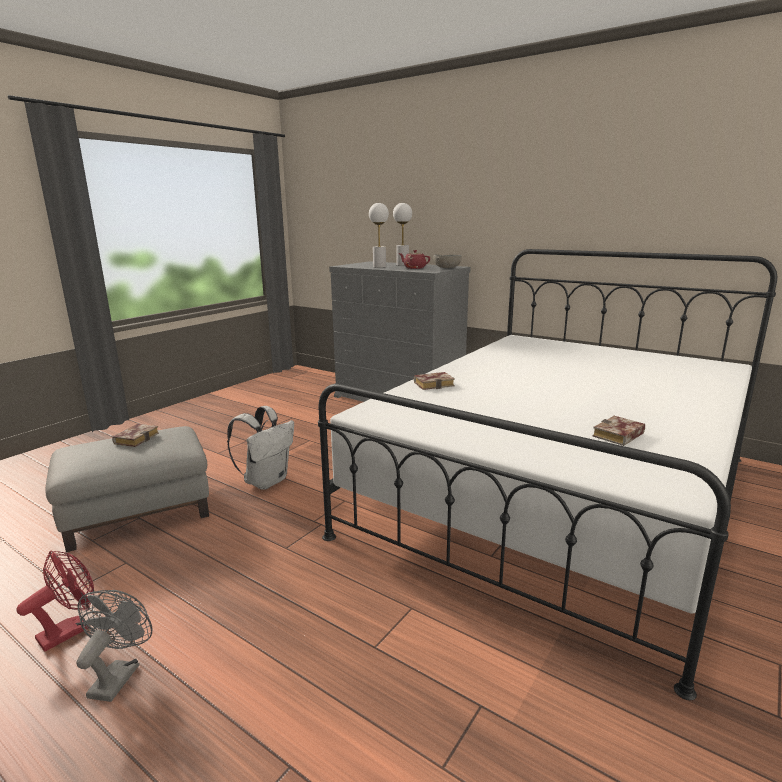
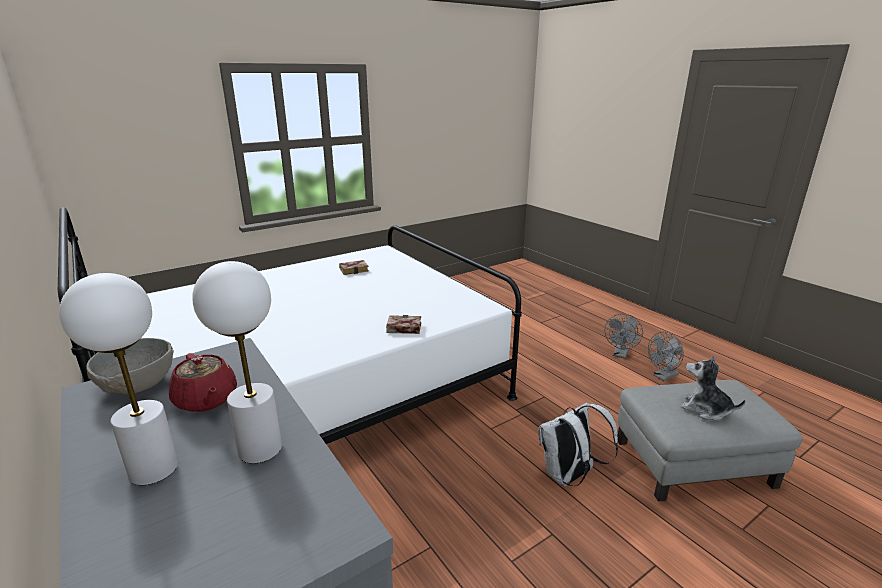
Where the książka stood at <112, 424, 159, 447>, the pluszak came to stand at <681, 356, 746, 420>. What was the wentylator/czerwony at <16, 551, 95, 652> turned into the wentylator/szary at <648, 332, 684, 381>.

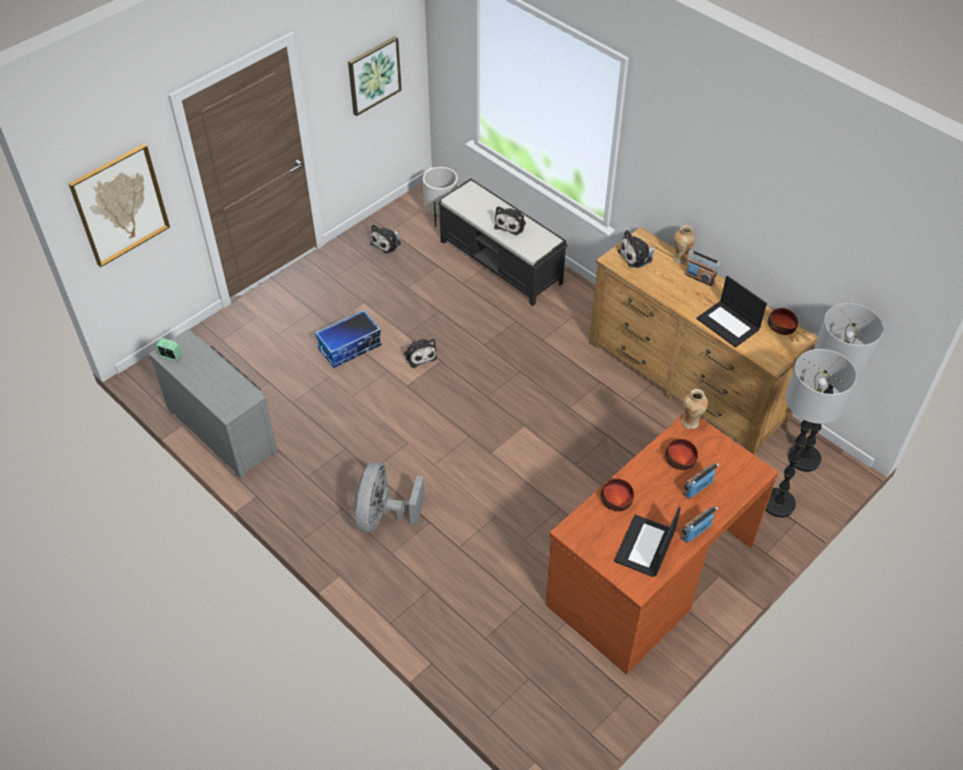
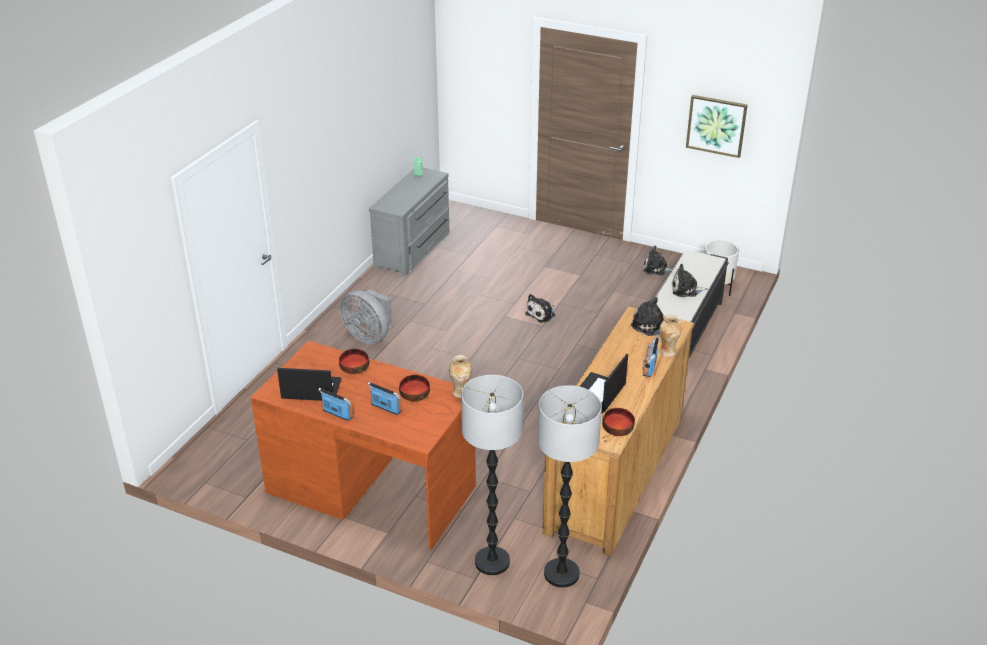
The second view lost the obraz at <68, 144, 170, 267>. The second view lost the pojemnik do przechowywania at <315, 310, 382, 368>. The wentylator/szary at <354, 462, 425, 533> ended up facing another way, 135 degrees counterclockwise from before.

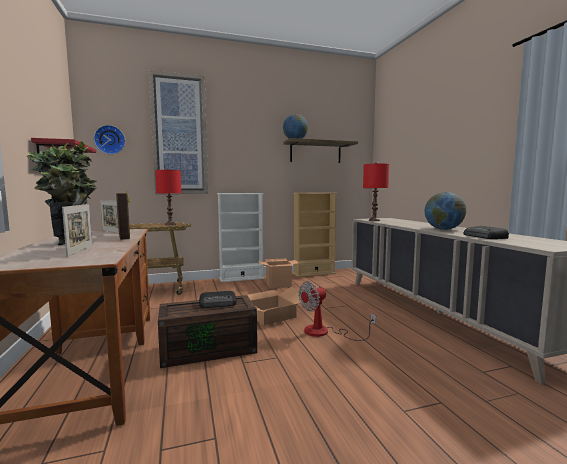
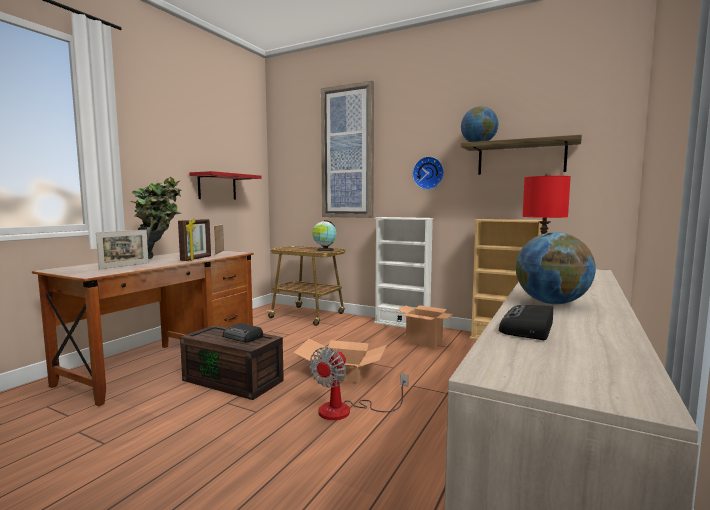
The zegar ścienny ended up elsewhere, having gone from <94, 125, 125, 154> to <412, 156, 444, 190>. Where the lampa stołowa/czerwony stood at <155, 168, 181, 225>, the globus came to stand at <312, 220, 337, 251>. The wentylator at <299, 281, 376, 341> ended up facing another way, 75 degrees counterclockwise from before.

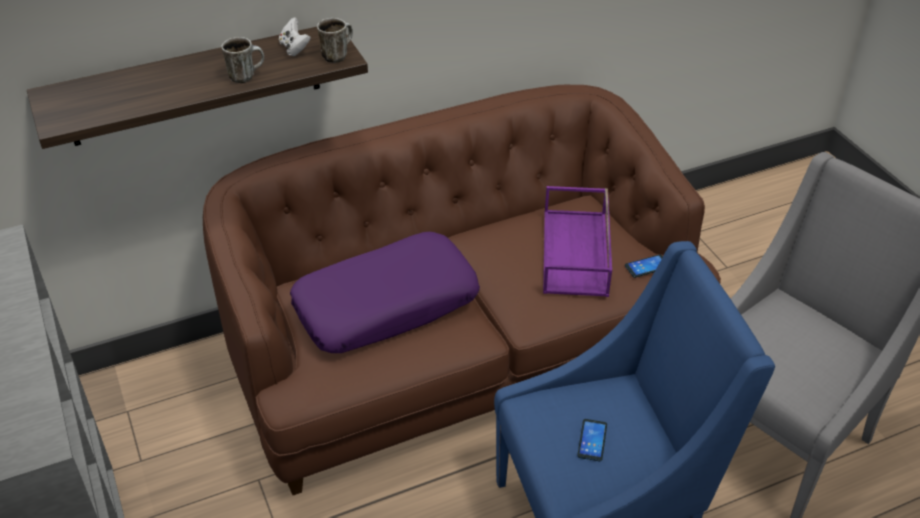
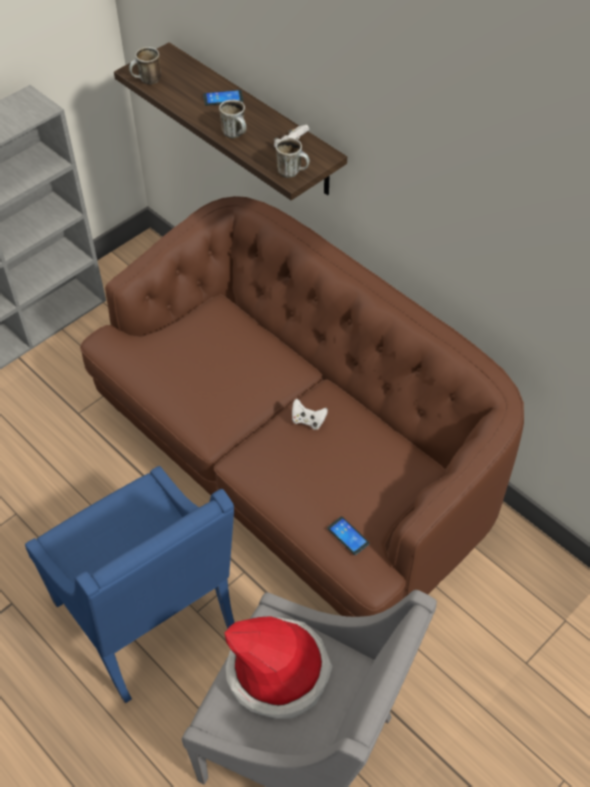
The second view lost the taca/fioletowy at <543, 186, 612, 297>. The second view lost the poduszka/fioletowy at <290, 232, 480, 353>. The telefon ended up elsewhere, having gone from <577, 419, 607, 461> to <203, 90, 243, 106>. The second view gained the kubek at <129, 47, 161, 85>. The second view gained the pad do gier/biały at <292, 399, 328, 430>. The second view gained the kapelusz at <225, 616, 332, 719>.

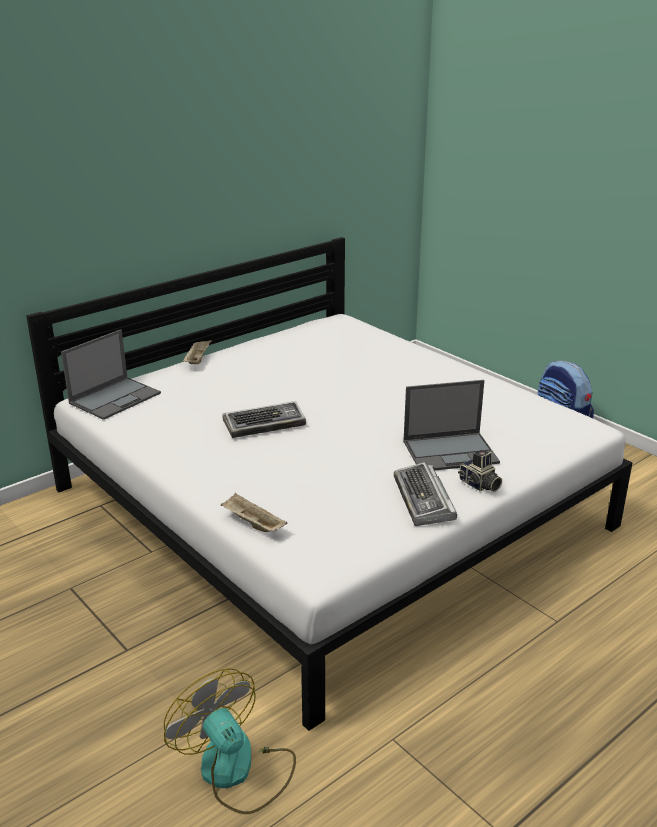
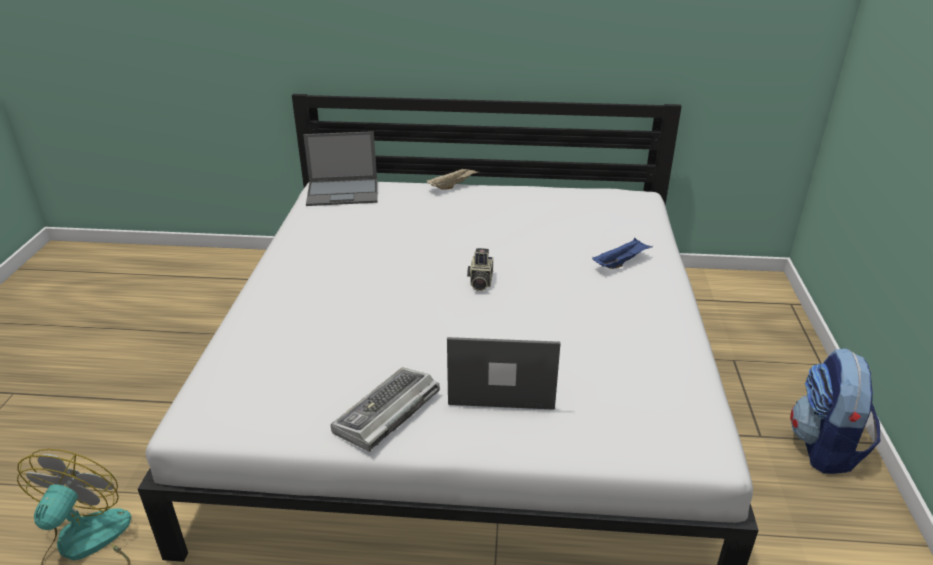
The laptop at <403, 380, 500, 470> ended up facing another way, 150 degrees clockwise from before. The second view lost the klawiatura at <222, 401, 306, 438>. The aparat fotograficzny ended up elsewhere, having gone from <458, 450, 502, 492> to <467, 248, 493, 291>. The second view lost the taca/beżowy at <221, 493, 287, 532>. The second view gained the taca/niebieski at <592, 238, 653, 269>.

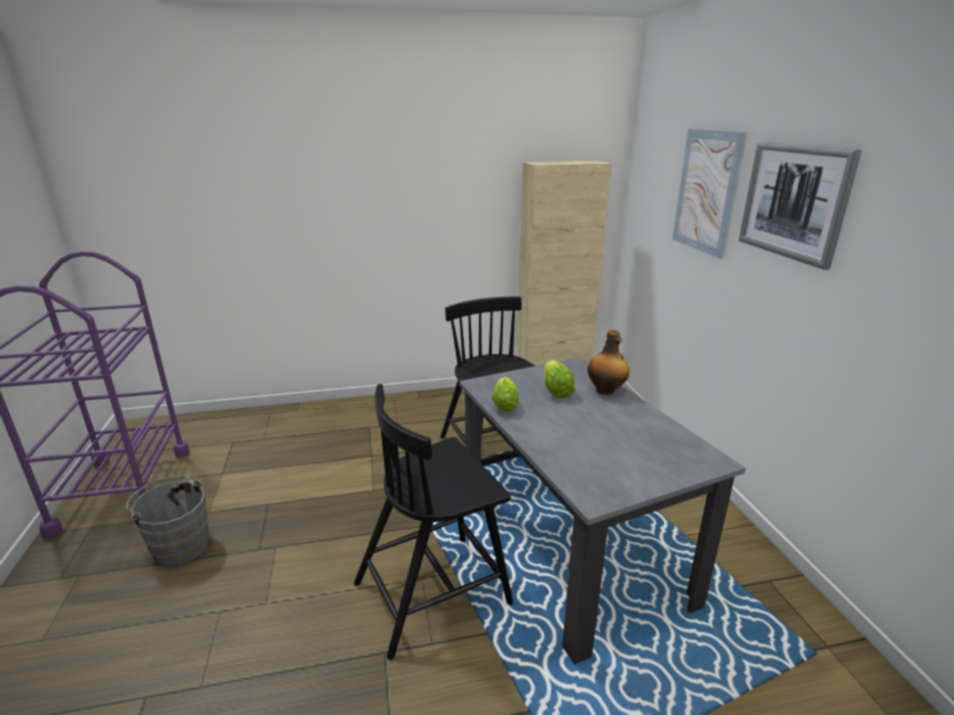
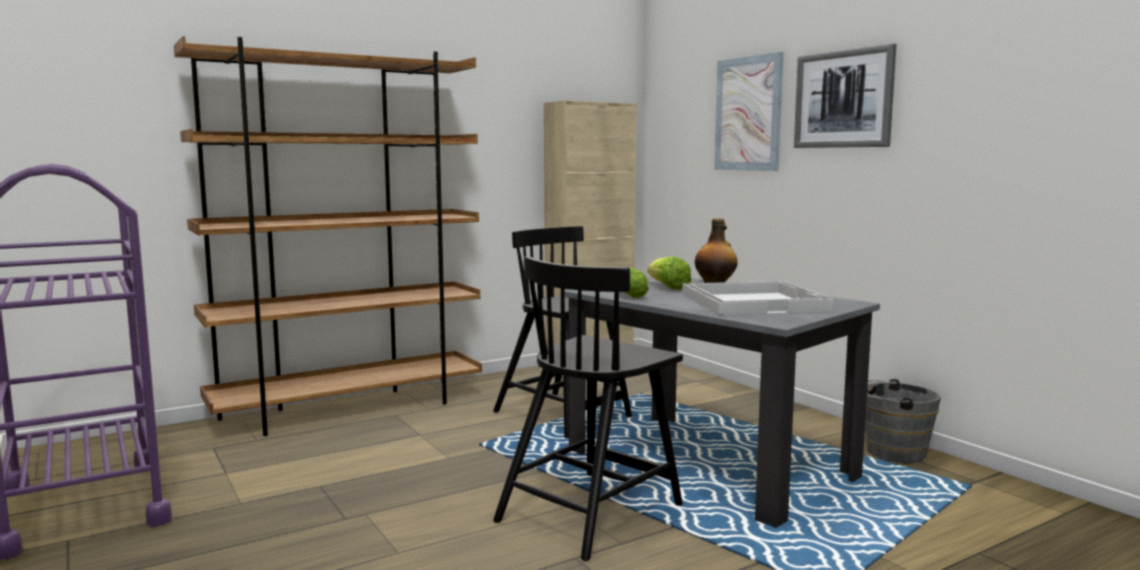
The wiadro/szary ended up elsewhere, having gone from <126, 476, 209, 567> to <865, 379, 941, 463>. The second view gained the regał/brązowy at <174, 36, 482, 436>. The second view gained the taca/biały at <682, 281, 834, 315>.

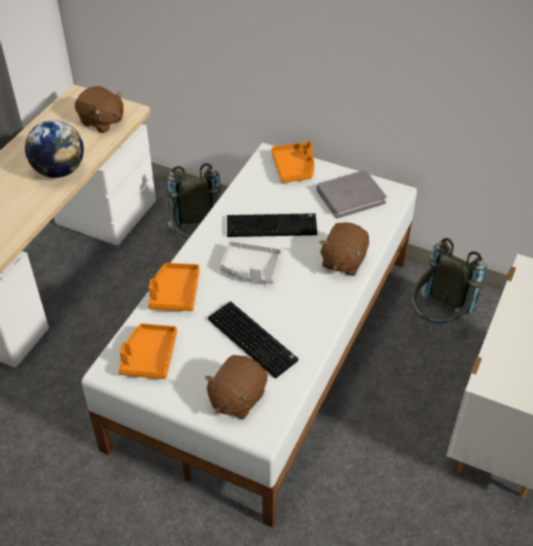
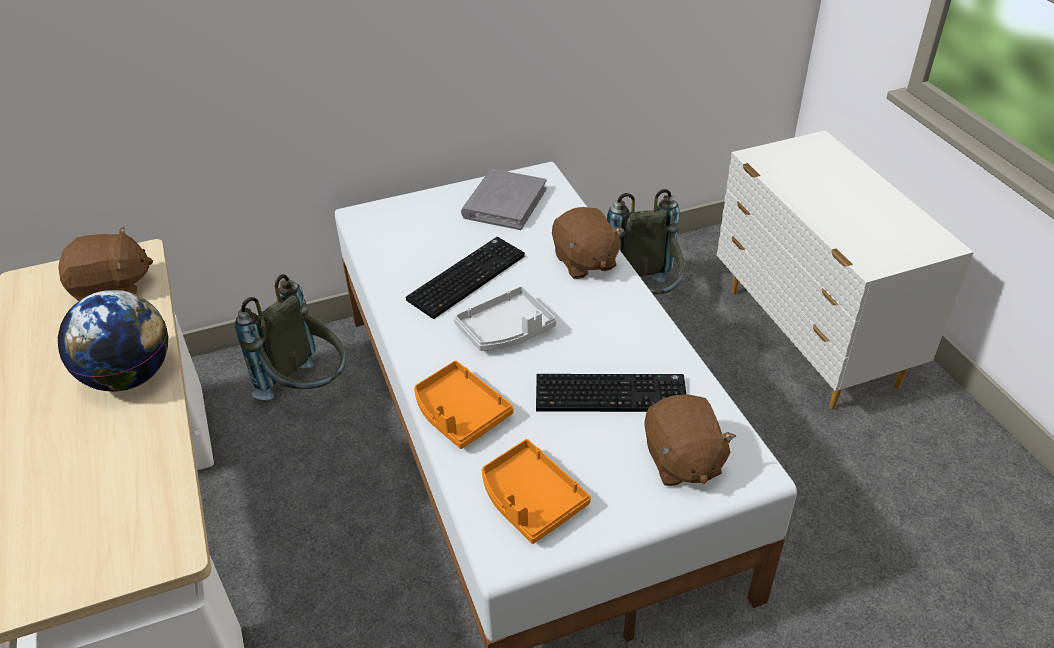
The second view lost the taca/pomarańczowy at <271, 141, 314, 183>.

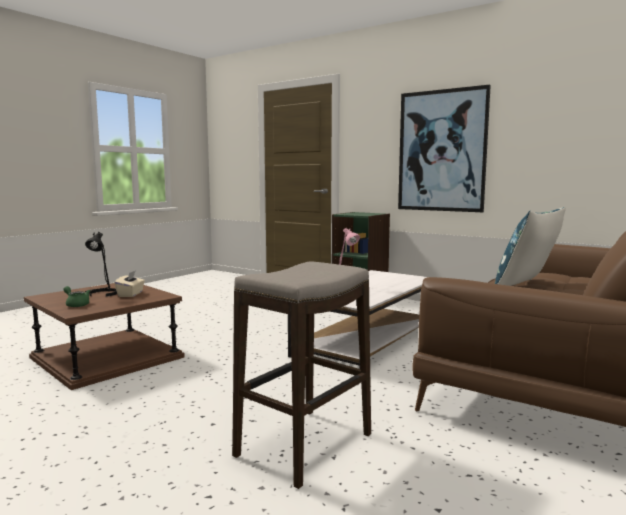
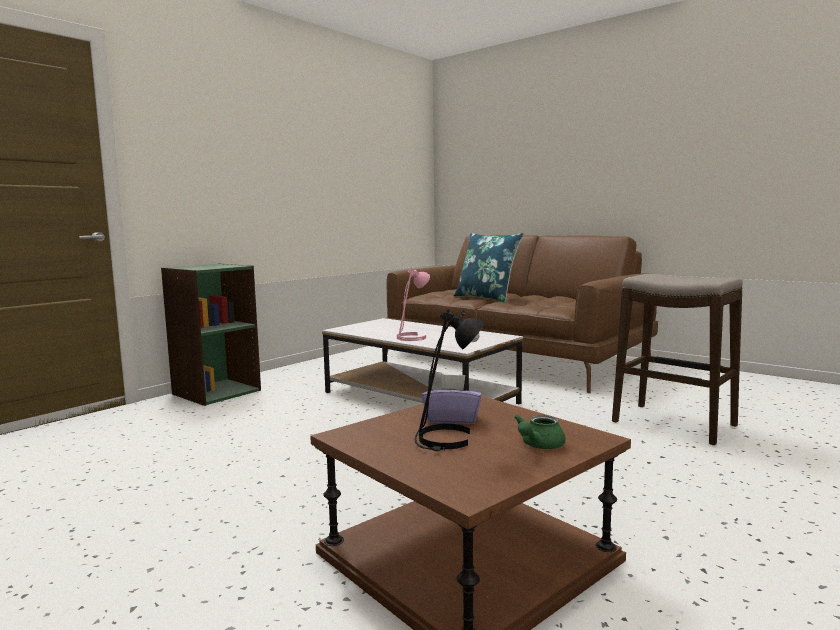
The second view lost the obraz at <398, 85, 491, 212>. What was the pudełko chusteczek/beżowy at <115, 271, 145, 297> turned into the pudełko chusteczek/fioletowy at <422, 374, 482, 424>.

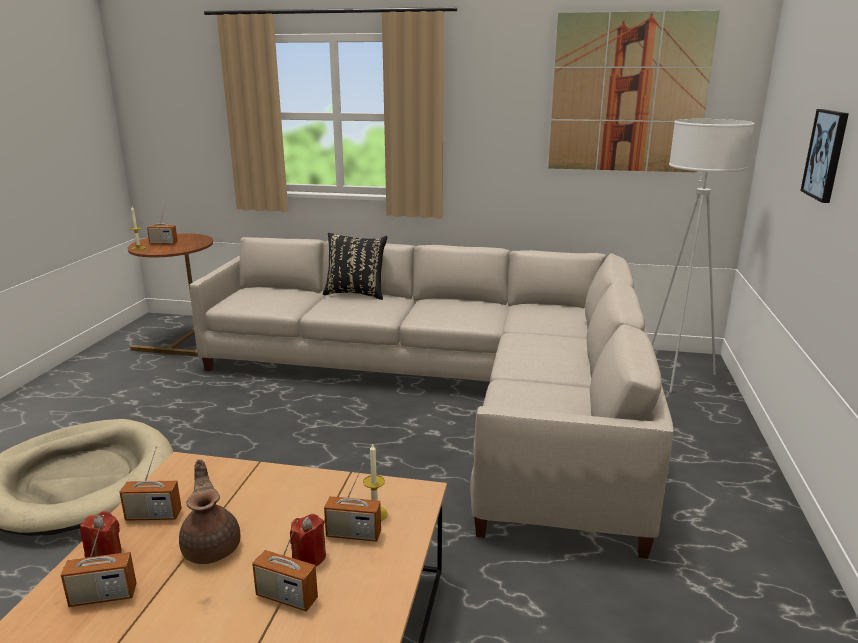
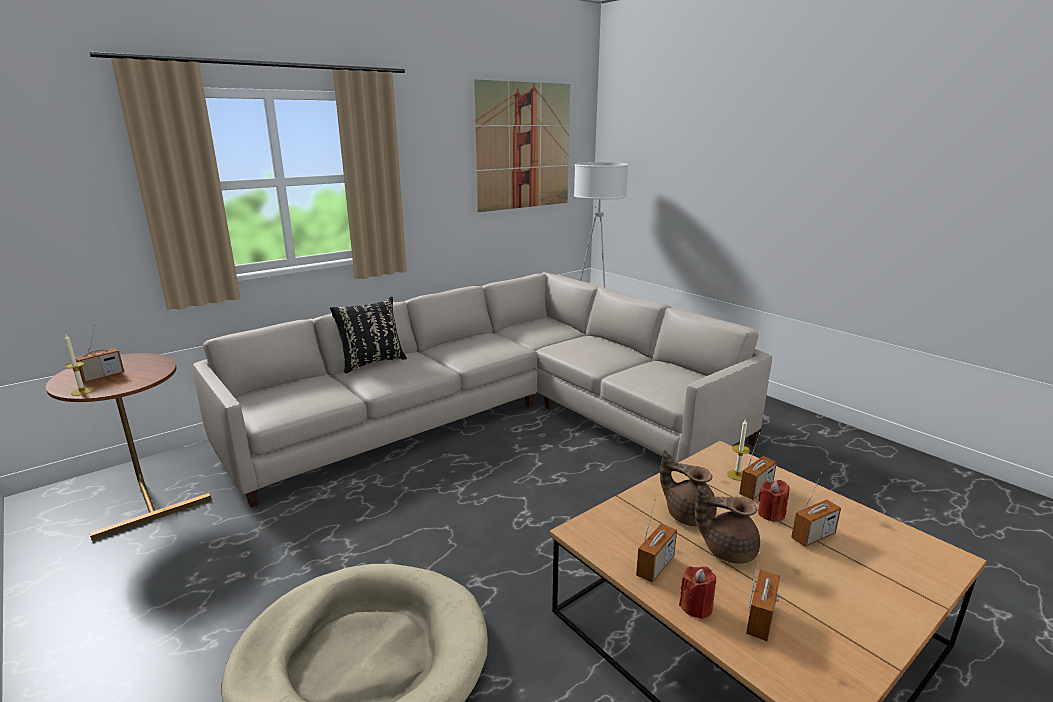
The second view lost the obraz at <800, 109, 849, 203>. The second view gained the imbryk/brązowy at <660, 450, 717, 526>.

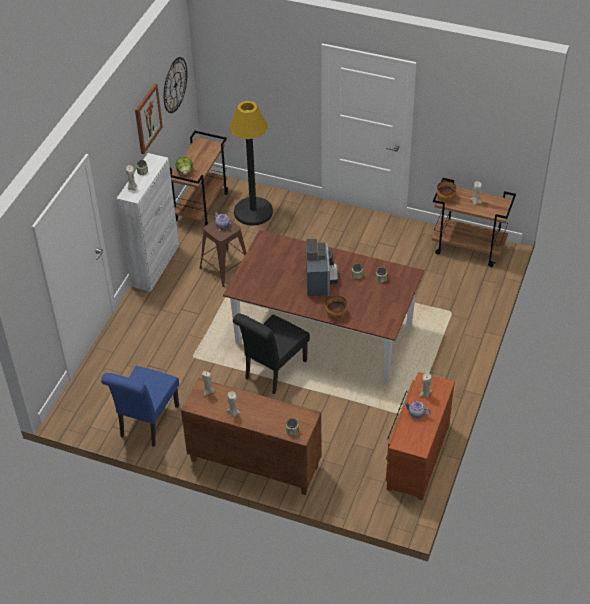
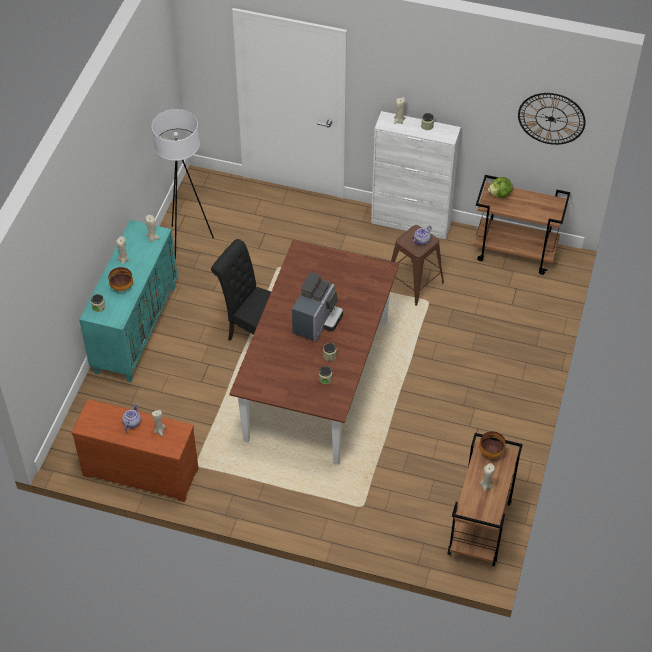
The second view lost the obraz at <135, 83, 163, 154>. The second view lost the lampa stojąca/czarny at <229, 101, 273, 226>. The ekspres do kawy at <306, 239, 338, 296> ended up facing another way, 60 degrees counterclockwise from before. The miska ended up elsewhere, having gone from <326, 296, 347, 317> to <108, 267, 133, 291>. Where the krzesło/niebieski stood at <101, 366, 179, 447>, the lampa stojąca/biały came to stand at <152, 109, 214, 259>. What was the szafka/brązowy at <181, 378, 321, 495> turned into the szafka/turkusowy at <79, 220, 178, 382>.

